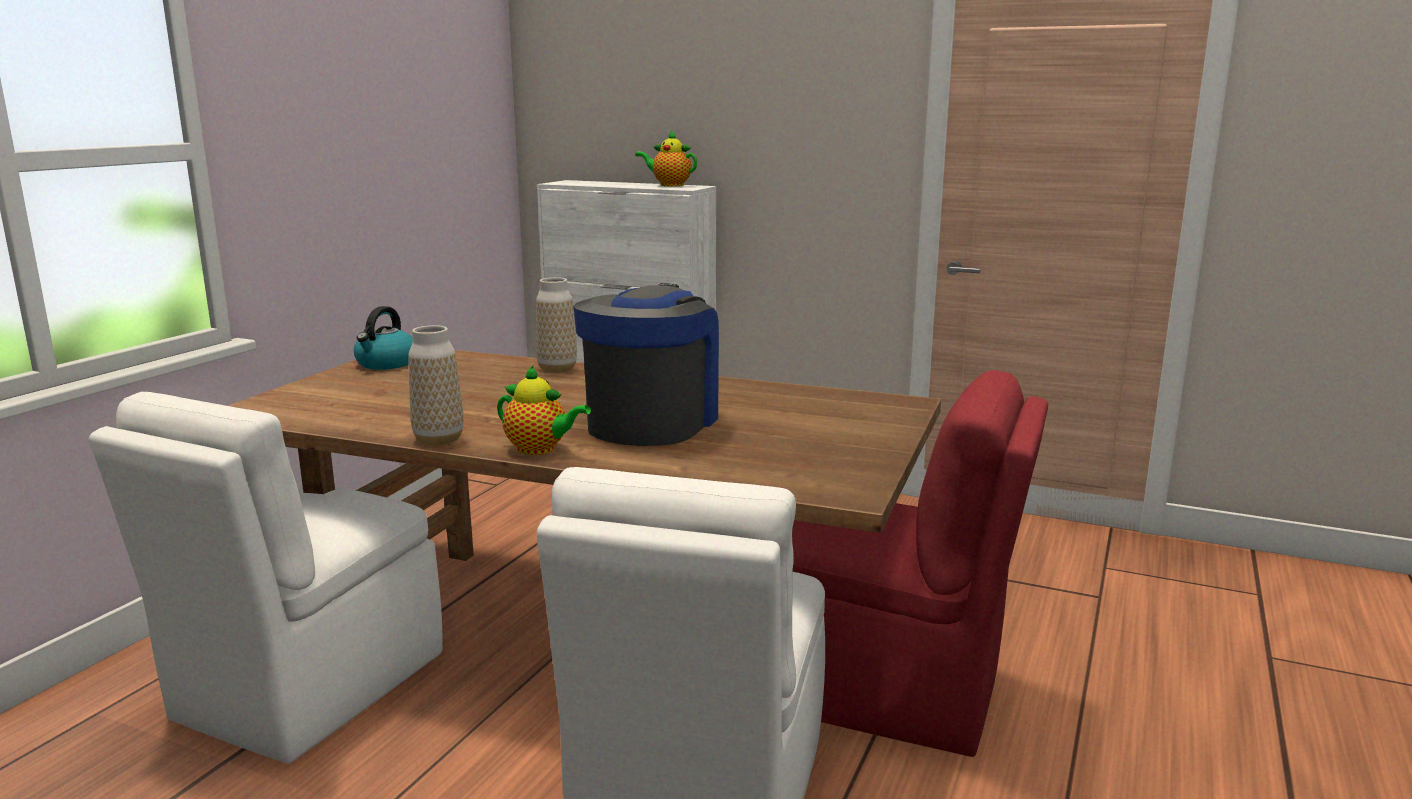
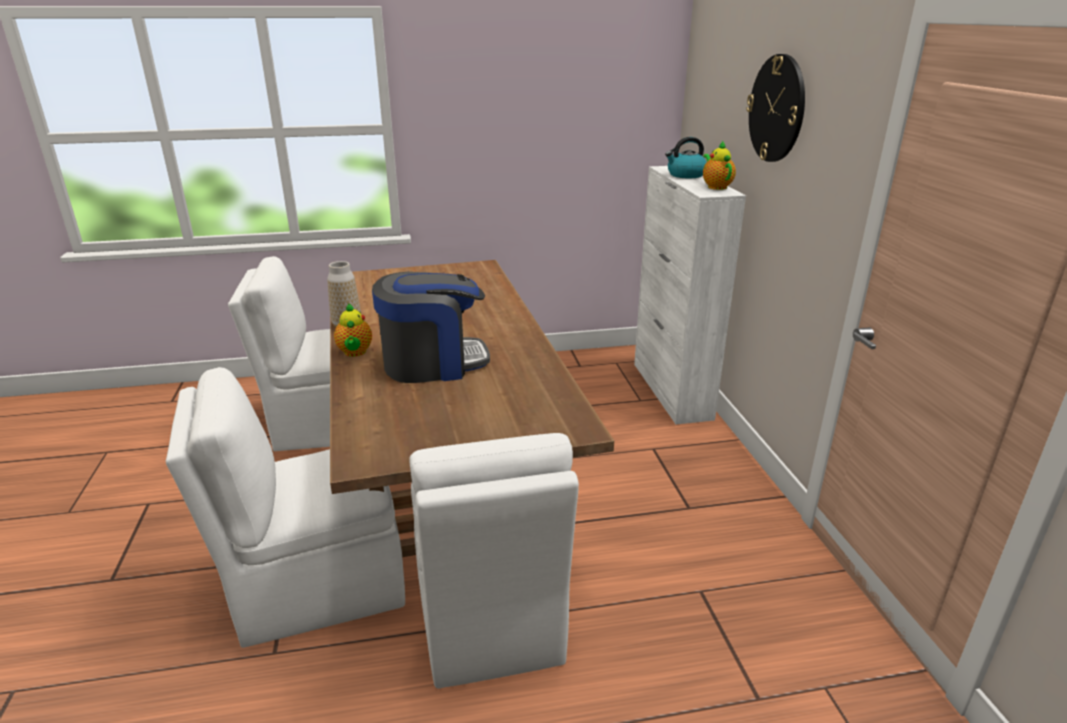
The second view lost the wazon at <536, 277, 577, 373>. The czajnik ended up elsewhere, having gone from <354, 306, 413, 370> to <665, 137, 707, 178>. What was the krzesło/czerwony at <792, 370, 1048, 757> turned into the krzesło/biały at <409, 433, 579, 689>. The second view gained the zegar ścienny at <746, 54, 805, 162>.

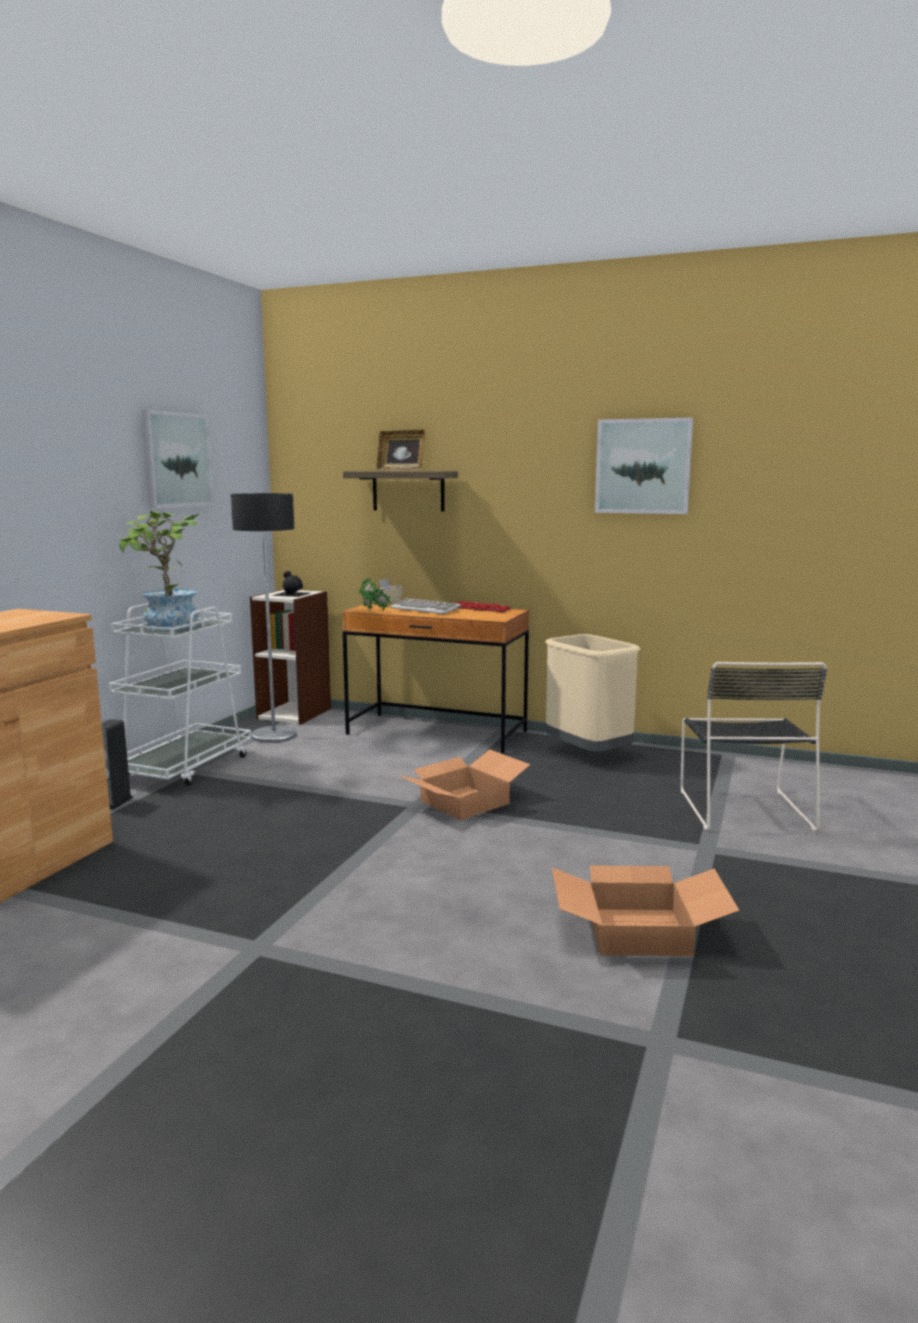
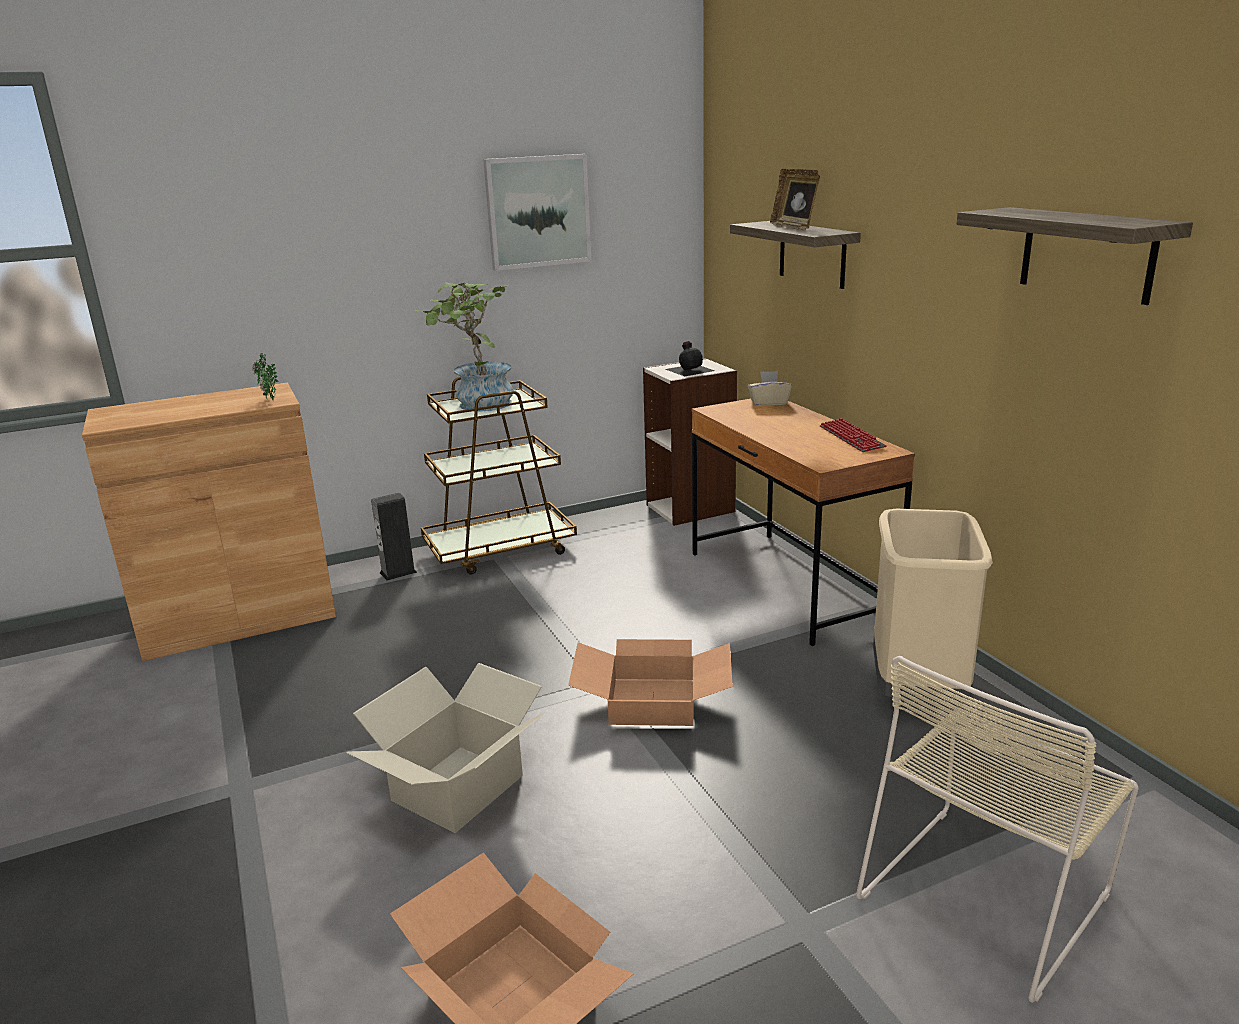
Where the obraz hung at <595, 418, 693, 514>, the półka came to hang at <957, 207, 1193, 305>. The second view lost the lampa stojąca at <230, 493, 296, 743>. The roślina doniczkowa ended up elsewhere, having gone from <359, 577, 391, 611> to <252, 352, 278, 400>. The second view lost the klawiatura at <390, 598, 461, 614>. What was the wózek/biały at <108, 603, 252, 786> turned into the wózek/brązowy at <421, 377, 577, 574>. What was the krzesło/czarny at <681, 662, 827, 831> turned into the krzesło/beżowy at <856, 656, 1139, 1003>. The second view gained the karton at <346, 663, 545, 833>.

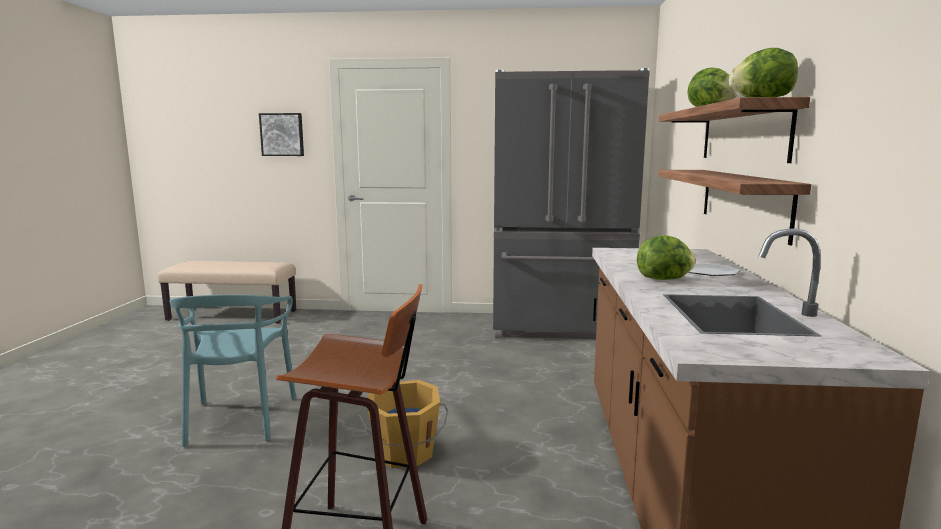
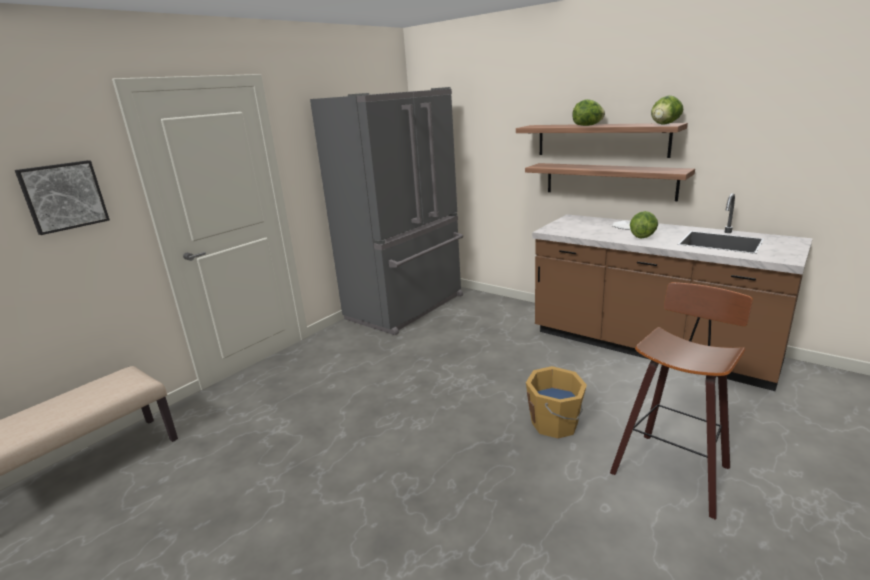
The second view lost the krzesło/turkusowy at <169, 295, 296, 447>.

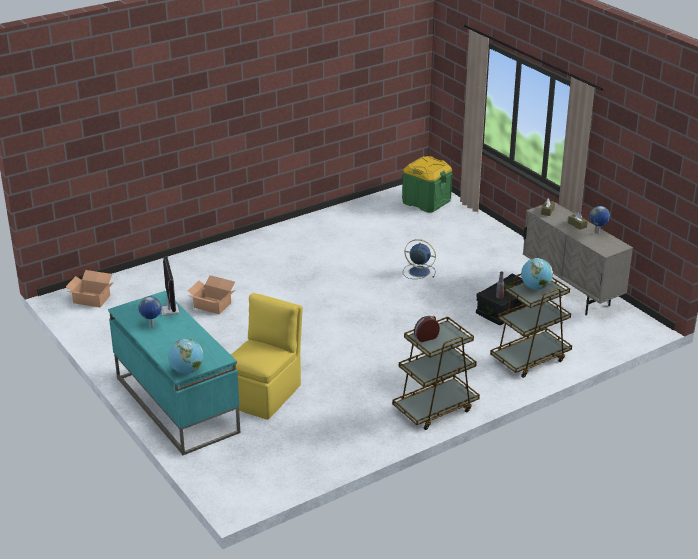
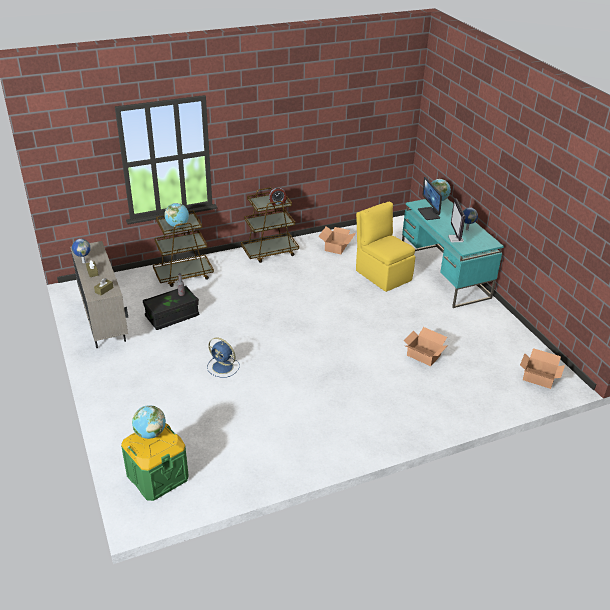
The krzesło/żółty at <231, 293, 303, 420> ended up facing another way, 105 degrees clockwise from before. The second view gained the monitor at <418, 177, 442, 220>. The second view gained the karton at <318, 226, 356, 254>. The second view gained the globus at <132, 405, 166, 439>.

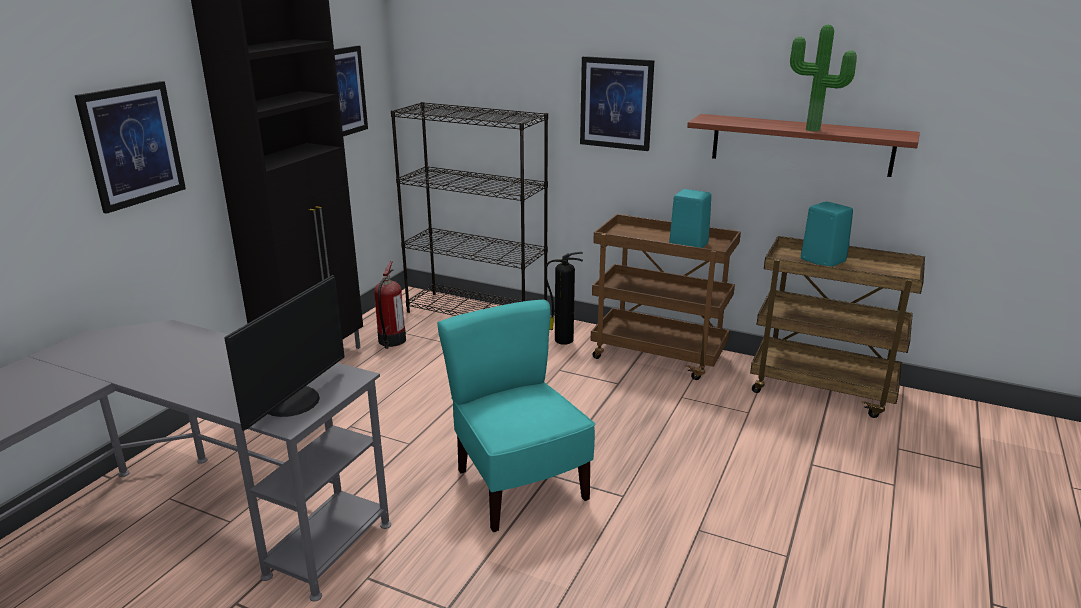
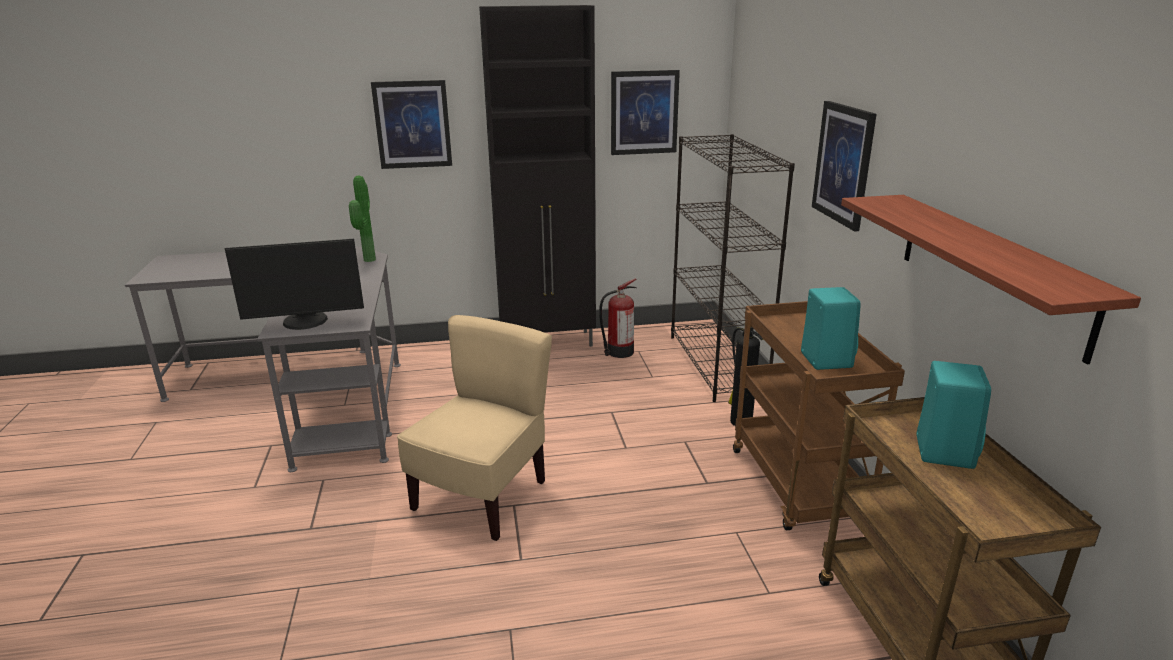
The roślina doniczkowa ended up elsewhere, having gone from <790, 25, 857, 132> to <349, 176, 376, 262>. What was the krzesło/turkusowy at <437, 300, 595, 532> turned into the krzesło/beżowy at <397, 315, 552, 541>.

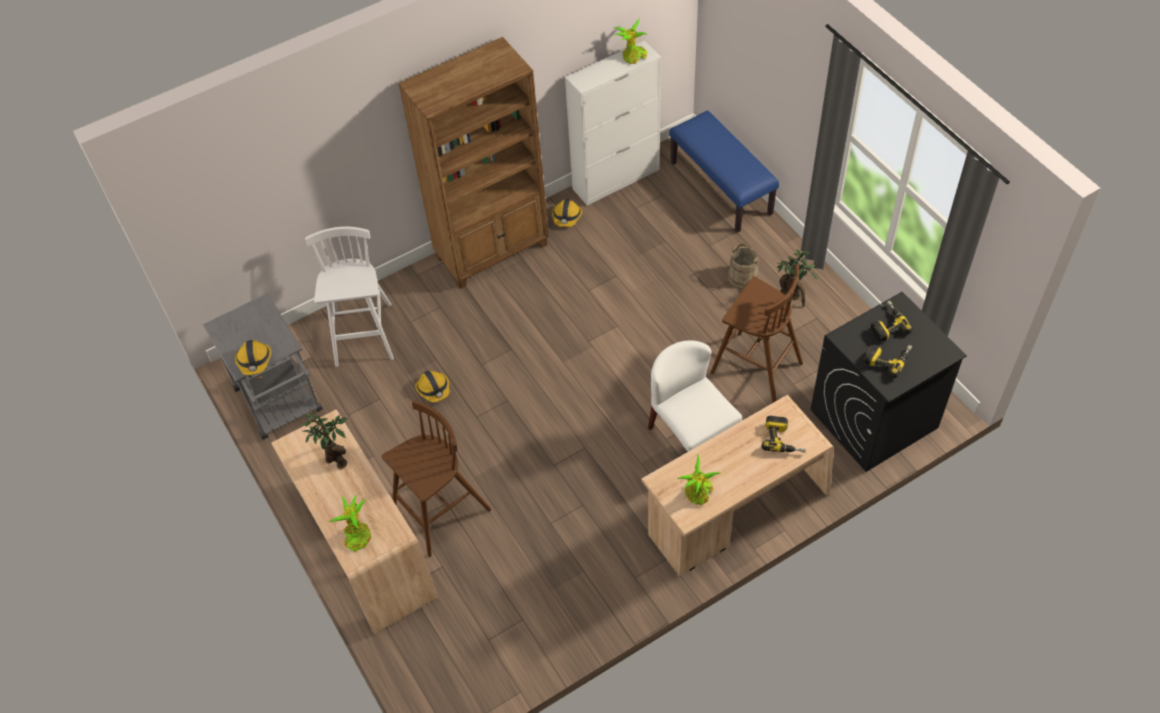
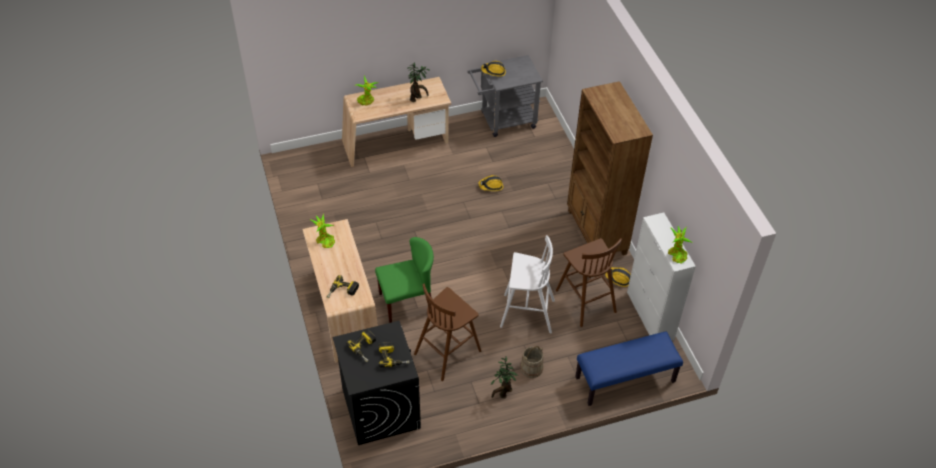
The stołek/biały ended up elsewhere, having gone from <305, 227, 394, 367> to <500, 235, 555, 334>. What was the krzesło/biały at <648, 340, 742, 452> turned into the krzesło/zielony at <375, 237, 434, 323>. The stołek/brązowy ended up elsewhere, having gone from <382, 400, 491, 557> to <556, 238, 622, 327>.

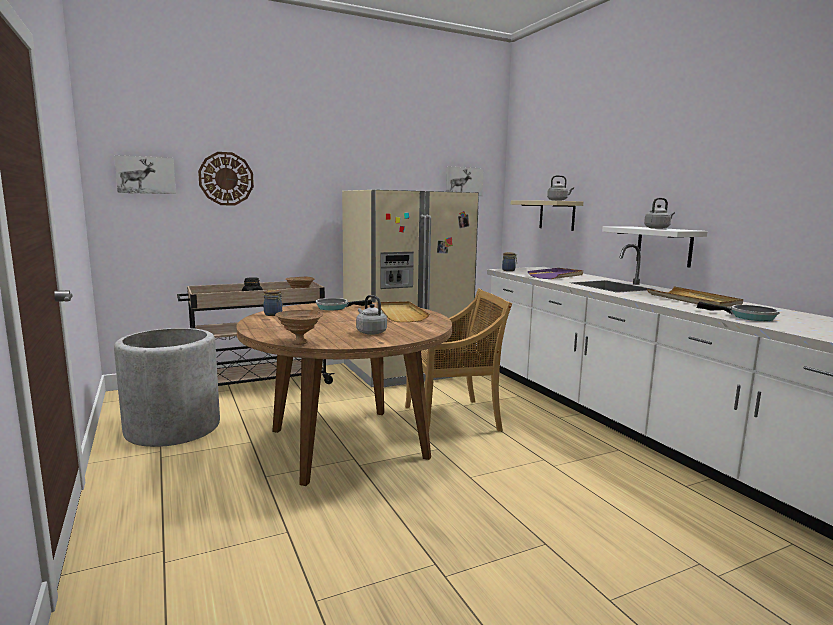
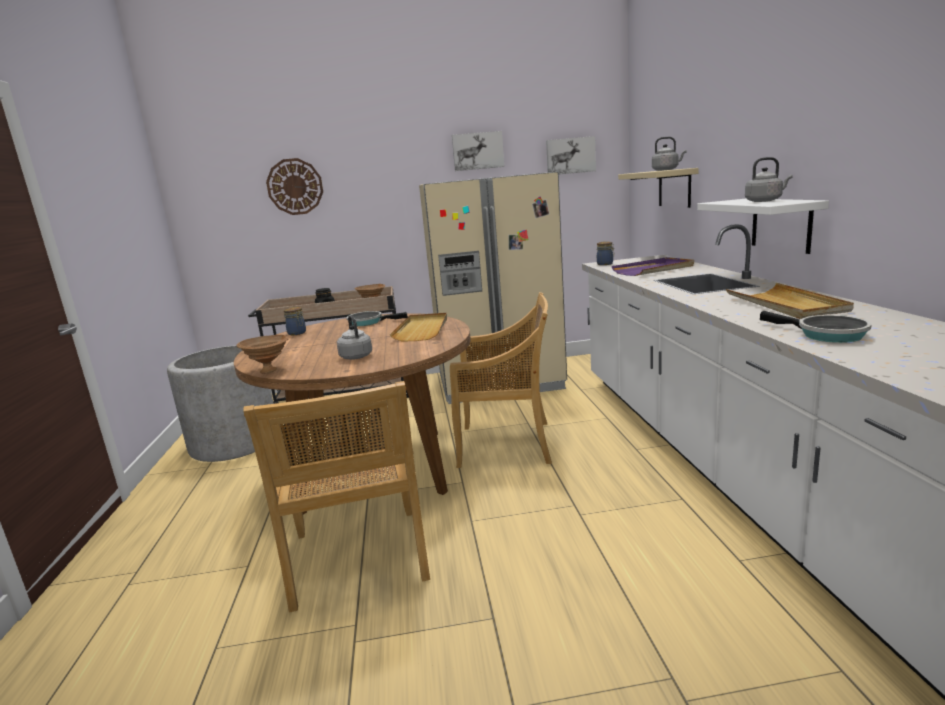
The obraz ended up elsewhere, having gone from <114, 155, 176, 194> to <452, 131, 504, 171>. The second view gained the krzesło/beżowy at <243, 381, 430, 613>.

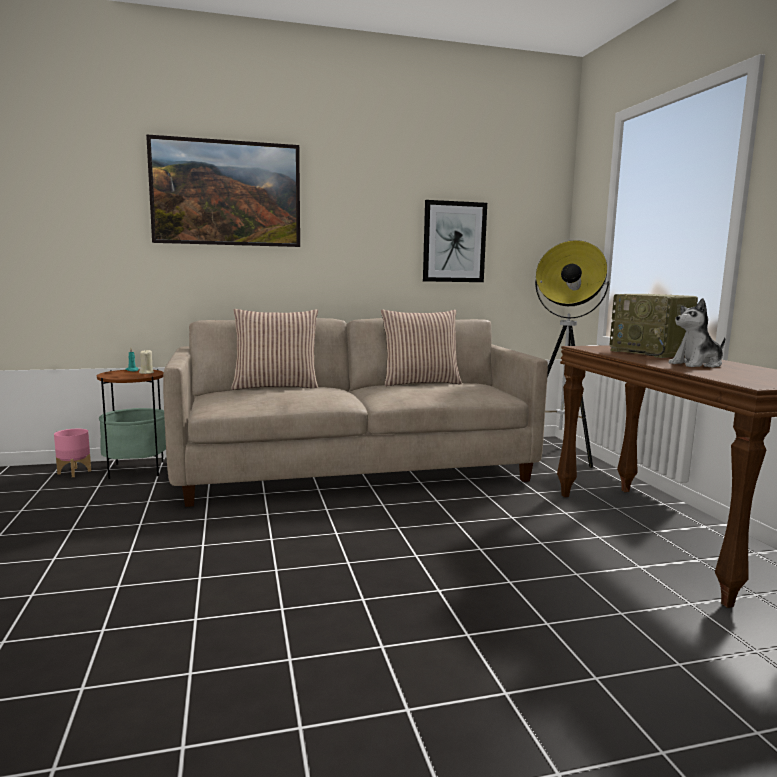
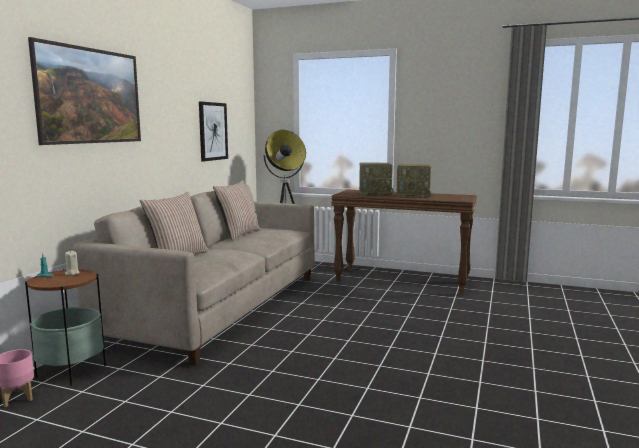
Where the pluszak stood at <668, 298, 725, 368>, the radio came to stand at <396, 164, 432, 198>.

